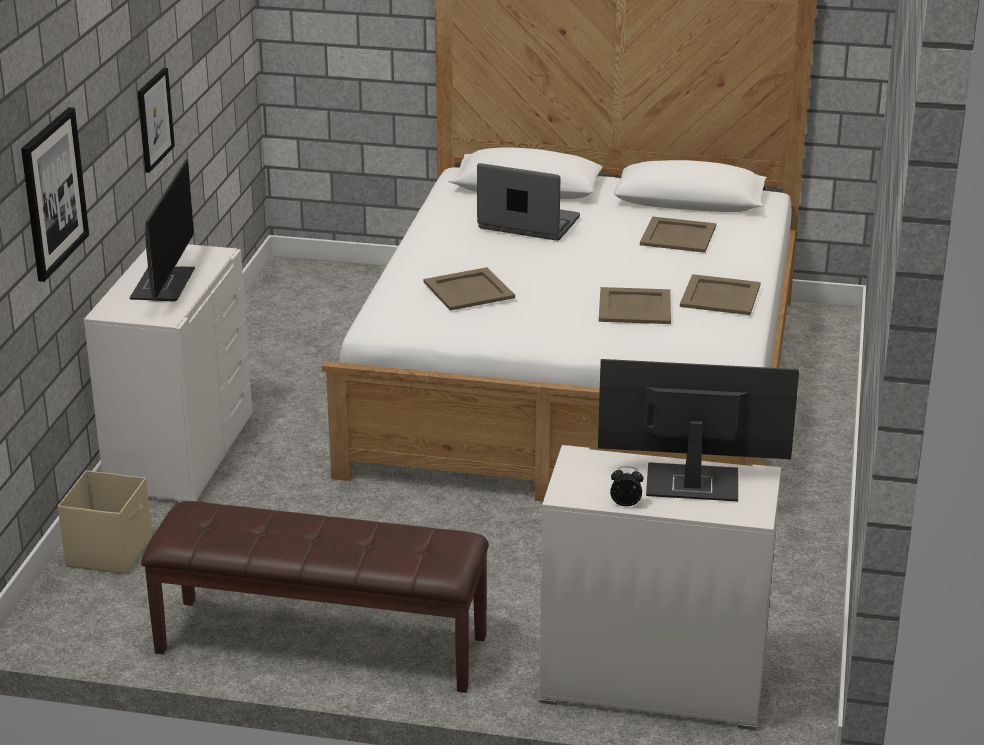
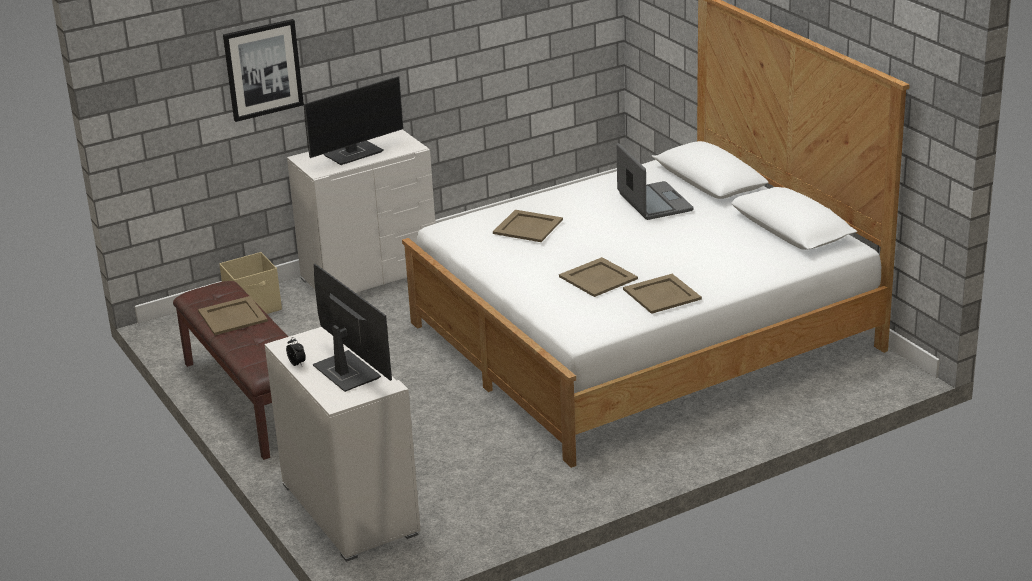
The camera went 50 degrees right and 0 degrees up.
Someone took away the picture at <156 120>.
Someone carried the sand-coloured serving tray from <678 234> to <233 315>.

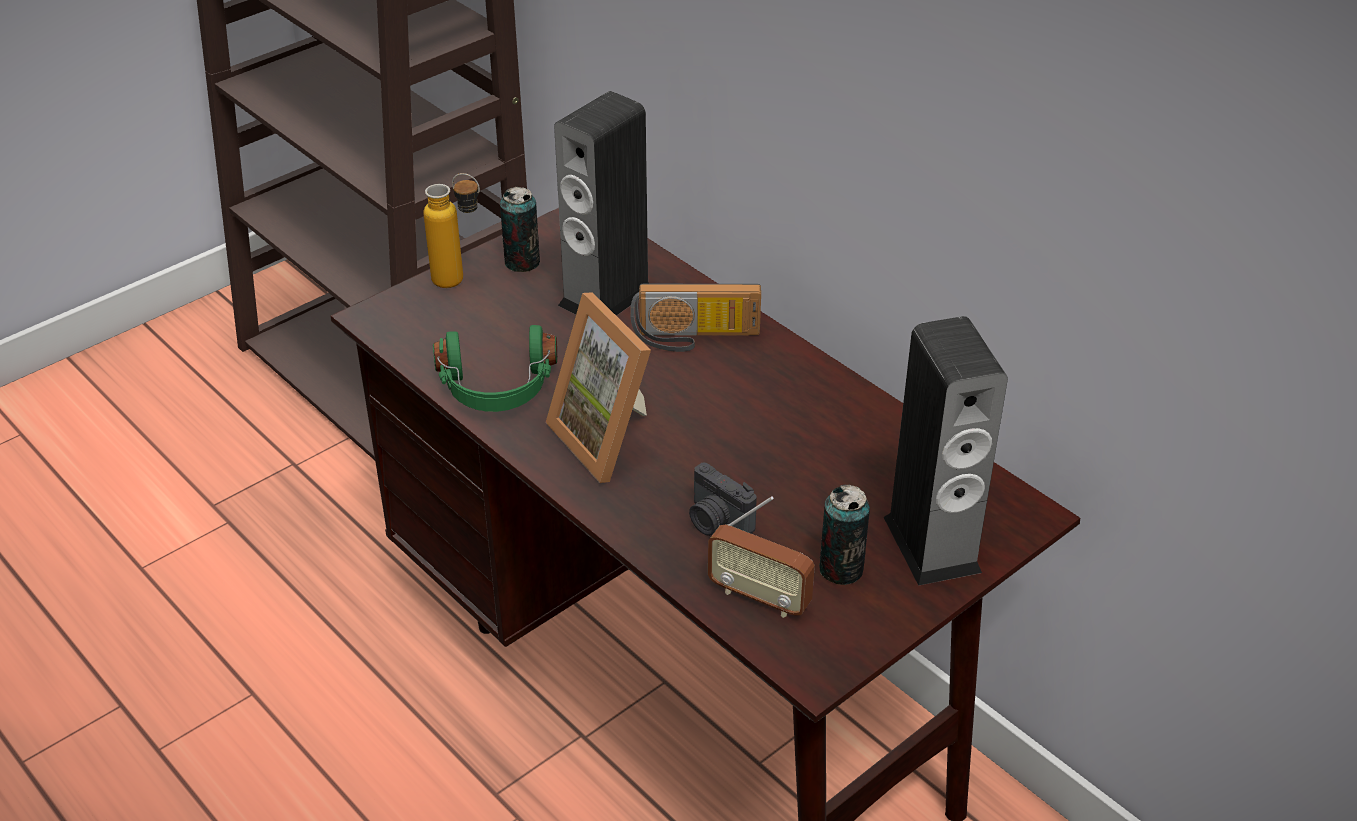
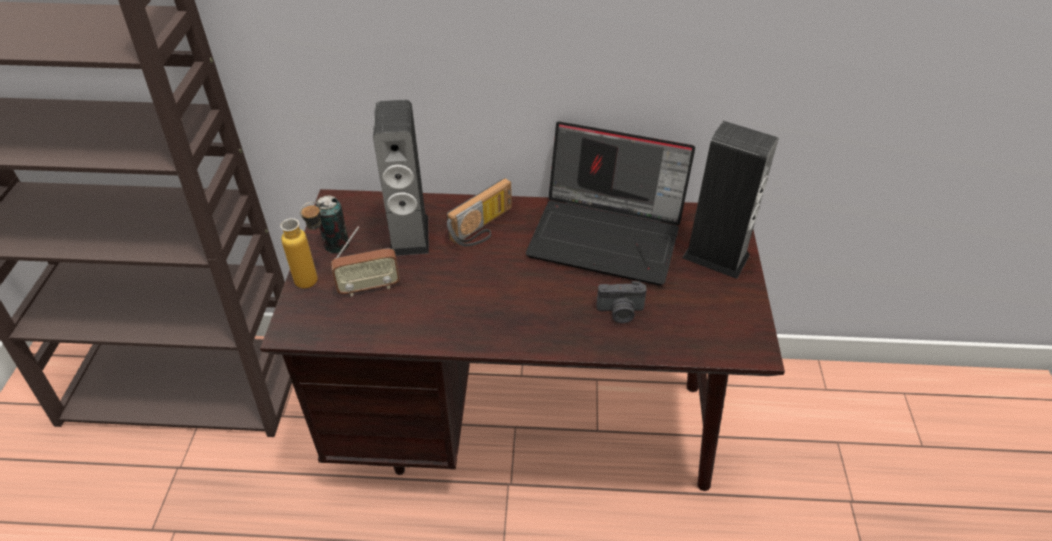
The camera went 45 degrees left and 5 degrees up.
Someone took away the green pair of headphones at <495 368>.
Someone took away the standing frame at <598 387>.
Someone took away the sealed can at <844 534>.
Someone put down the laptop at <610 204>.
Someone carried the radio set from <761 557> to <365 261>.

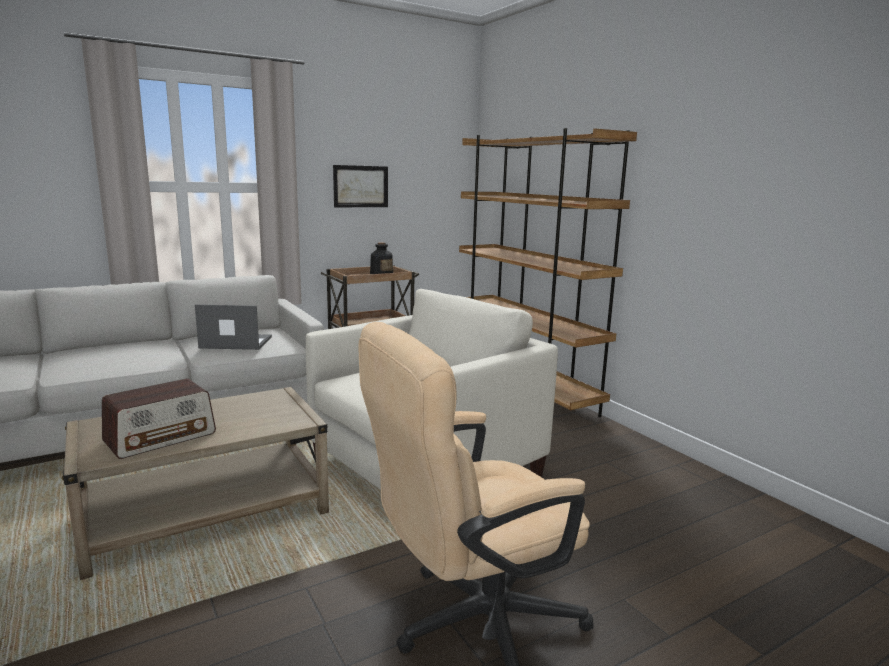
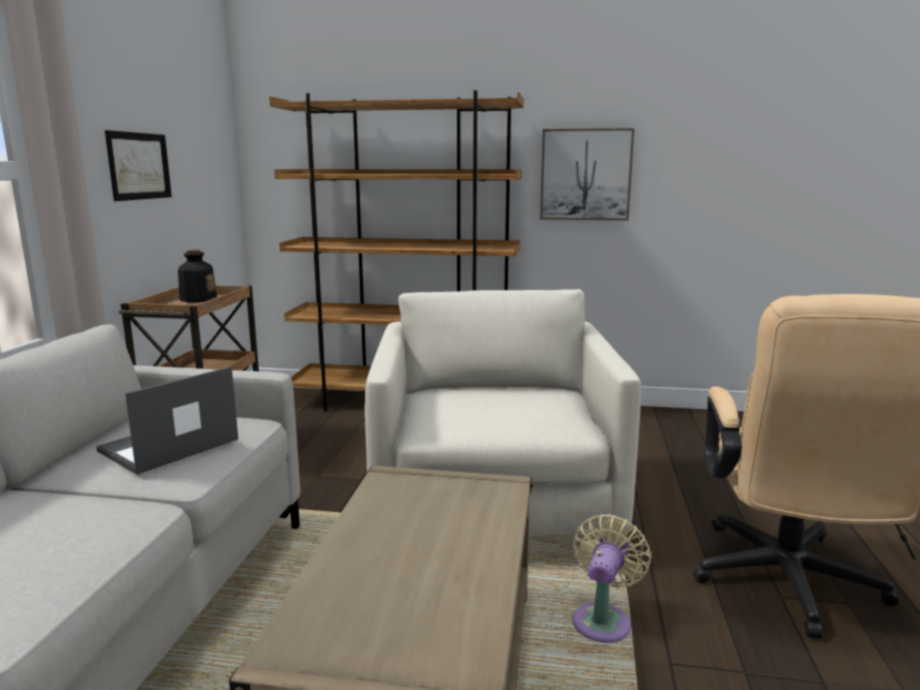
The camera went 50 degrees left and 0 degrees up.
Someone took away the radio set at <159 419>.
Someone put up the picture at <587 174>.
Someone put down the sand-coloured cooling fan at <612 578>.

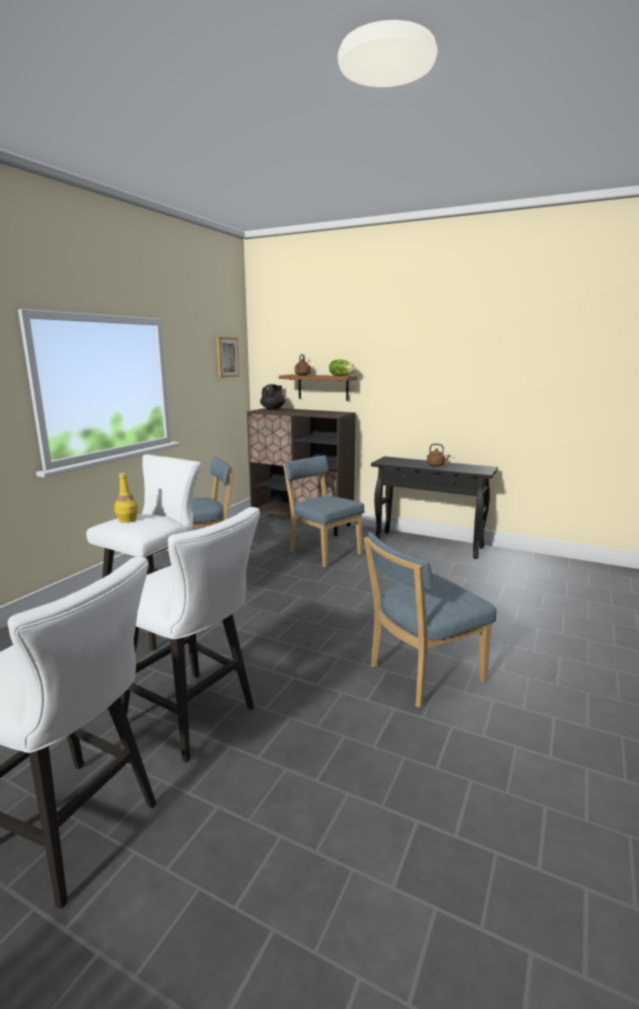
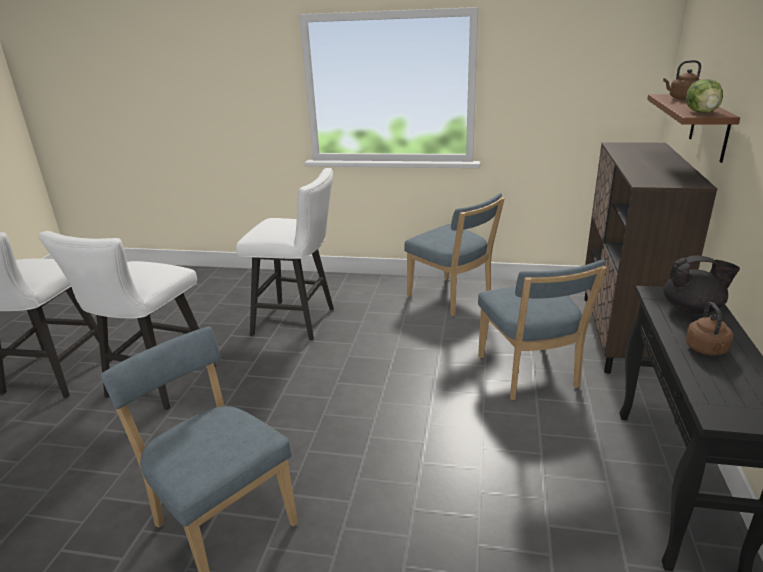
The camera went 75 degrees right and 10 degrees up.
Someone took away the yellowish bottle at <126 498>.
Someone took away the picture at <227 357>.
Someone carried the black-coloured tea pot from <272 396> to <702 284>.
Someone rotated the blue plain chair at <323 511> by 135 degrees clockwise.

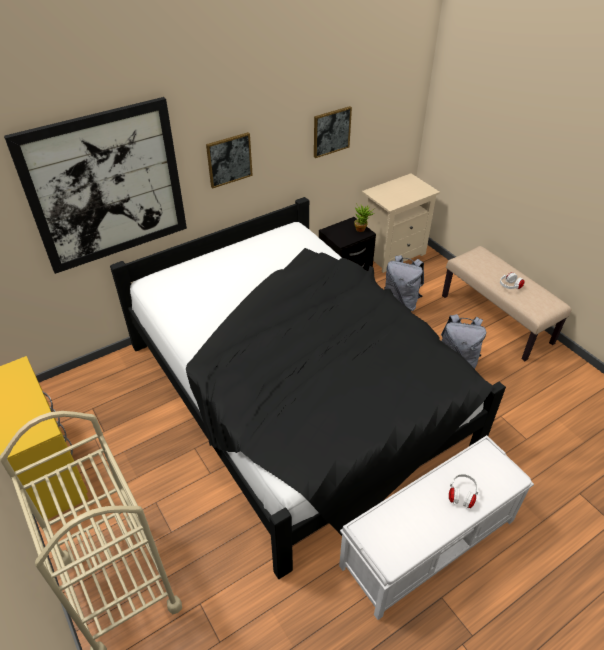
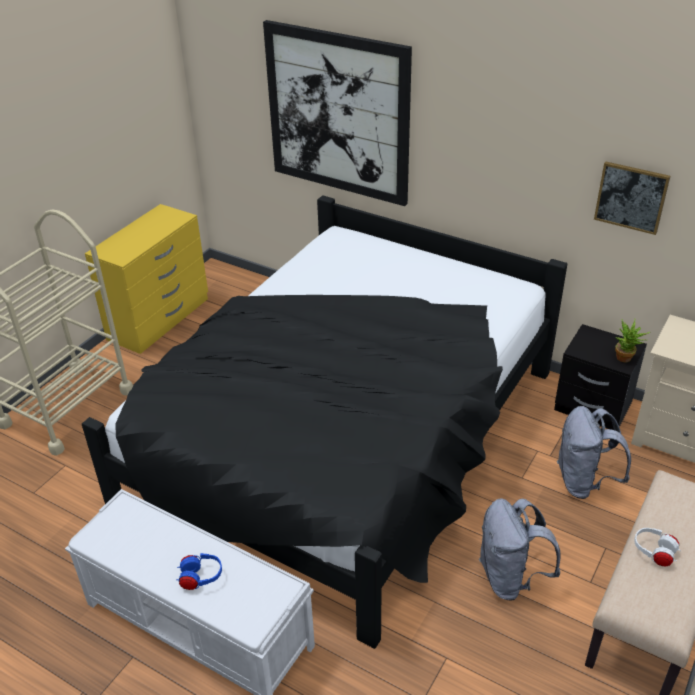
The camera went 65 degrees right and 5 degrees down.
Someone took away the picture at <229 160>.
Someone repainted the white-coloured pair of headphones at <464 491>, which became the blue pair of headphones at <199 571>.

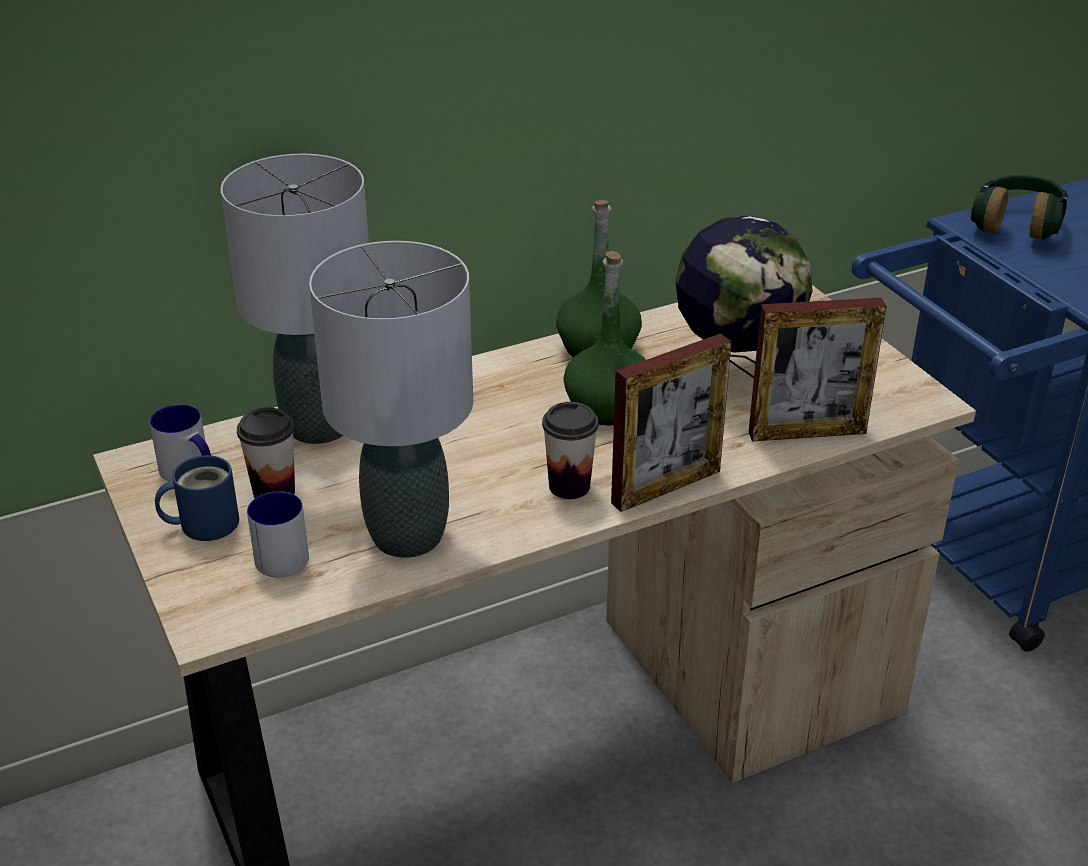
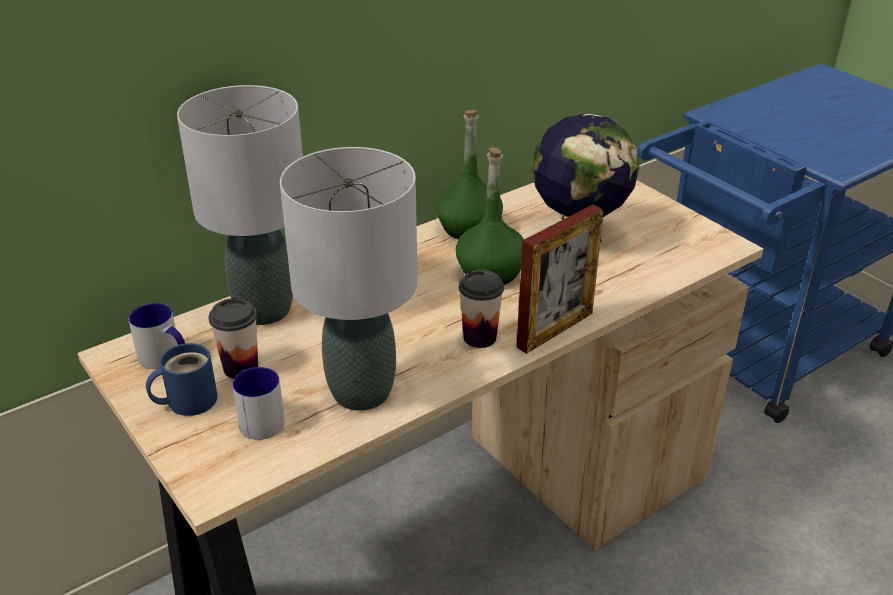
The camera went 10 degrees left and 0 degrees up.
Someone took away the standing frame at <817 369>.
Someone took away the pair of headphones at <1019 207>.

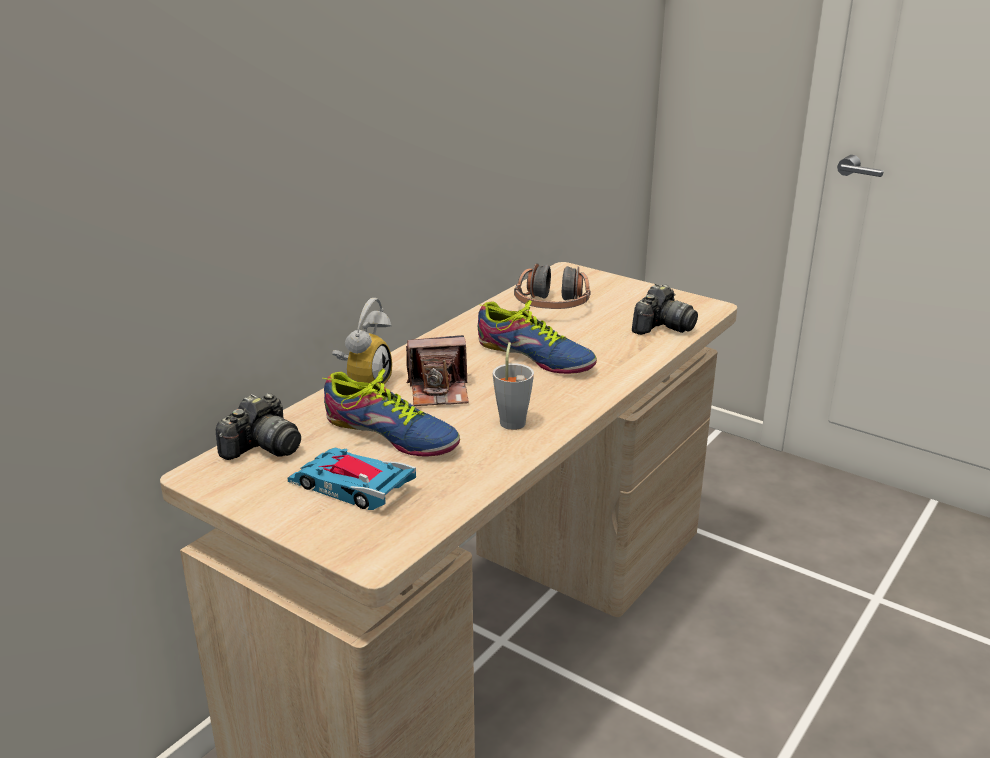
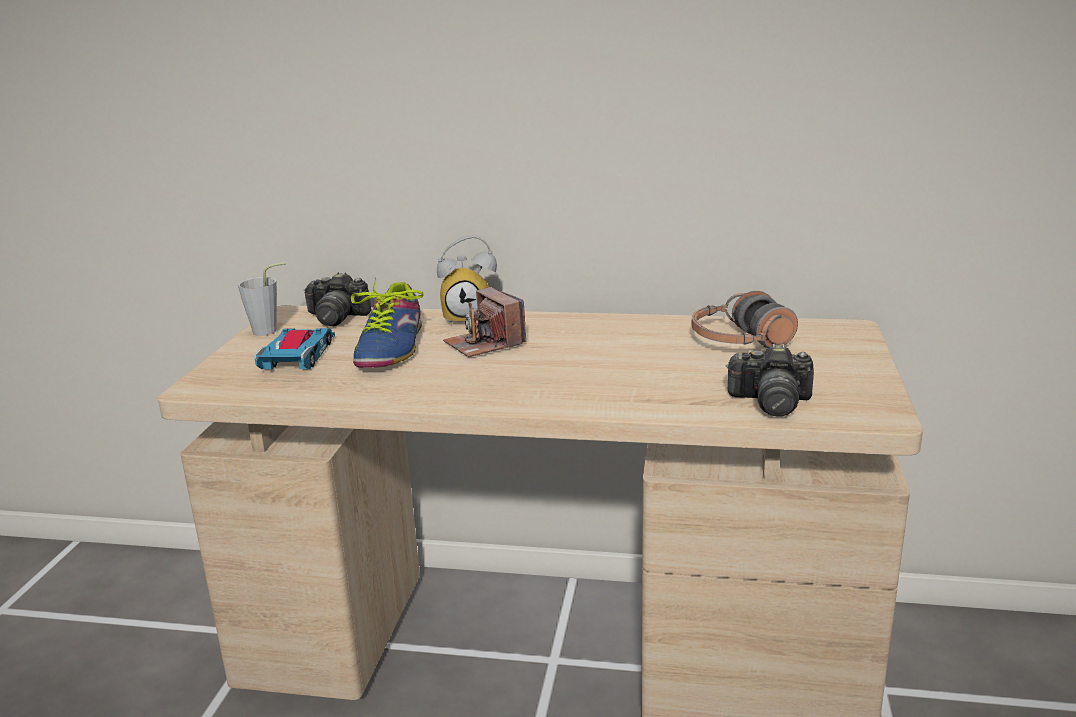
The camera went 65 degrees right and 5 degrees down.
Someone took away the shoe at <537 337>.
Someone carried the gray small cup from <513 386> to <262 299>.

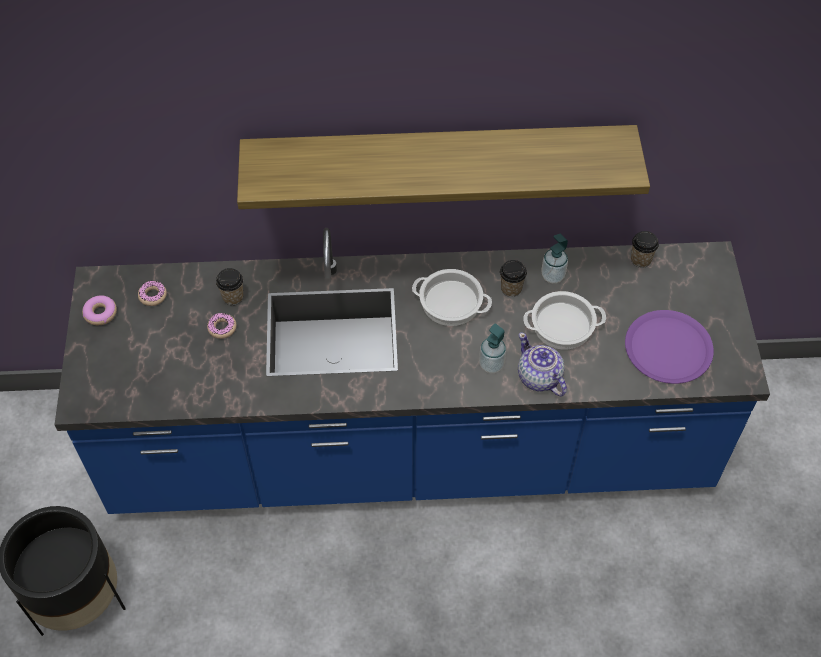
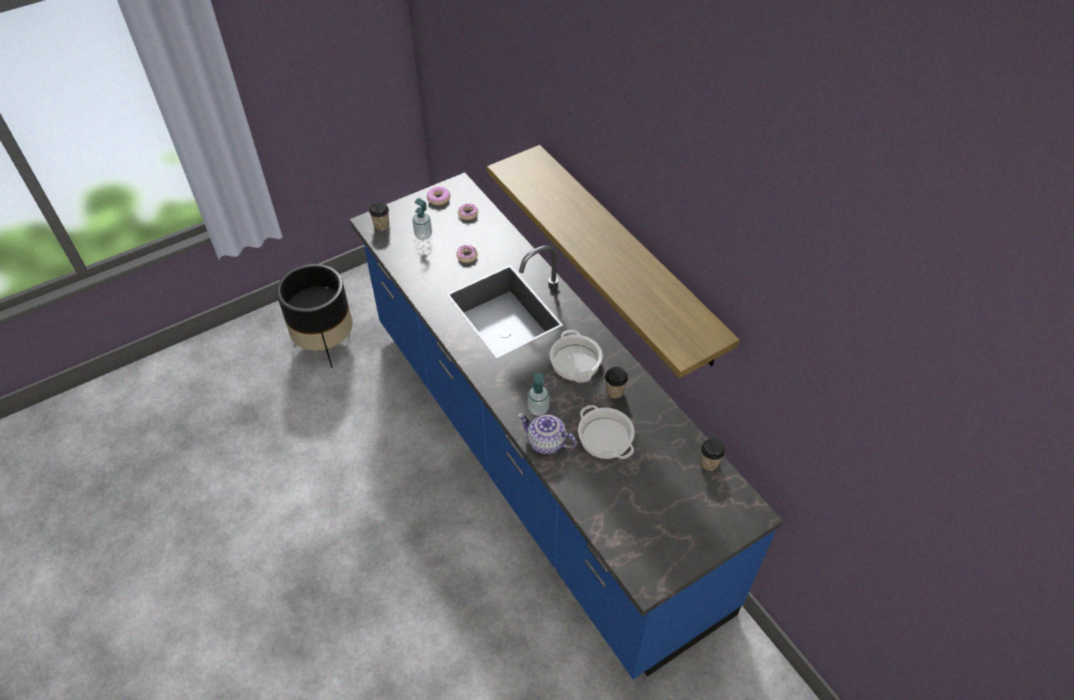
The camera went 60 degrees right and 5 degrees down.
Someone took away the purple dinner plate at <669 347>.
Someone carried the small cup from <229 286> to <379 216>.
Someone carried the liquid soap bottle from <554 258> to <422 219>.
Someone rotated the tea pot at <542 364> by 90 degrees counterclockwise.

